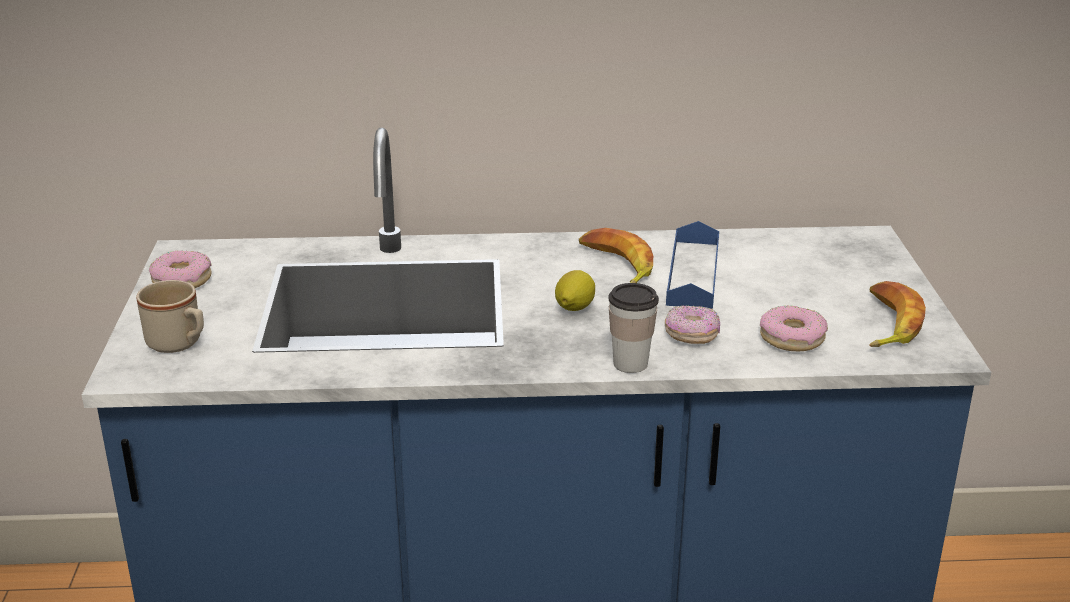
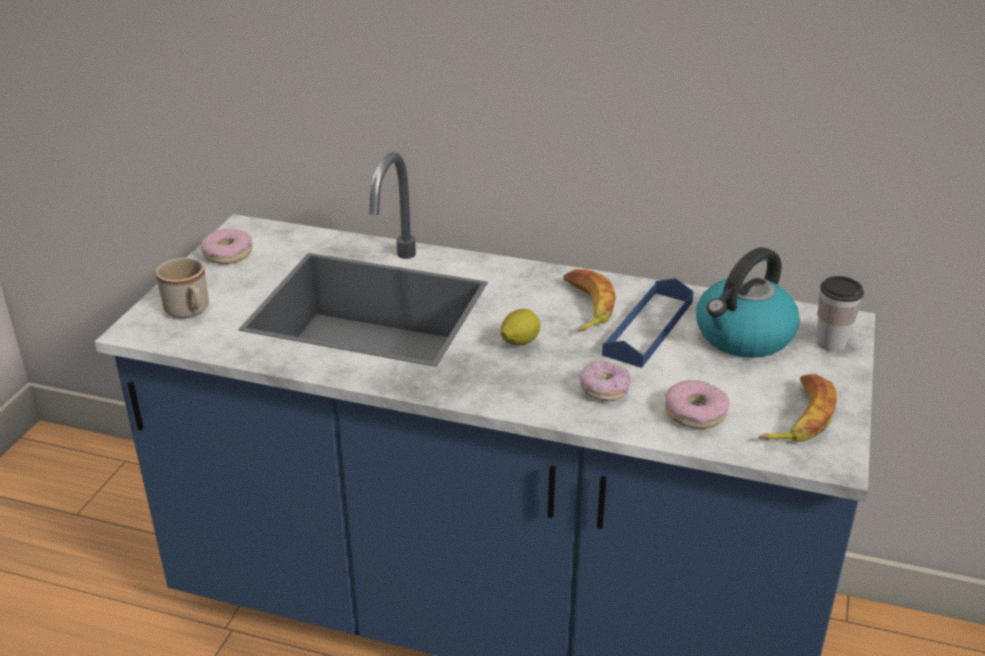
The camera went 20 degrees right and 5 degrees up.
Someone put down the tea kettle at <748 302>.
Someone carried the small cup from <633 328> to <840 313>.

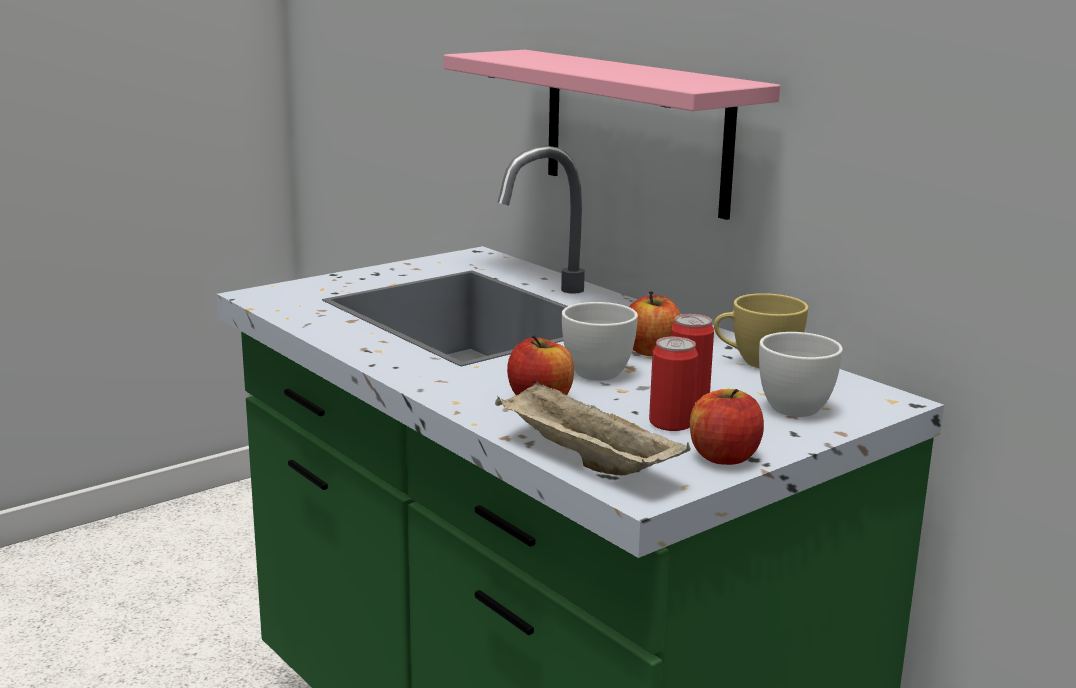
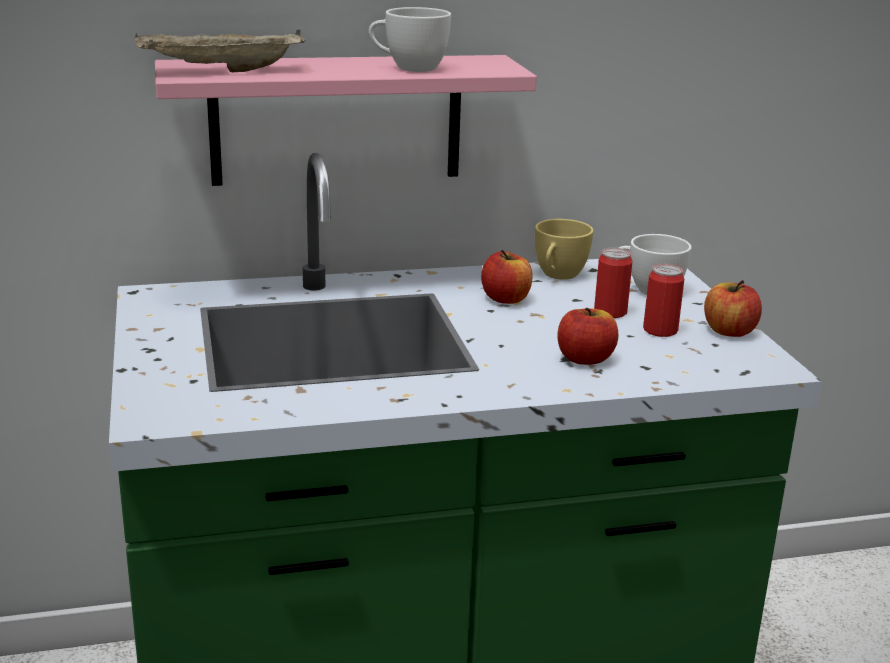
The camera went 65 degrees left and 5 degrees up.
Someone carried the sand-coloured serving tray from <593 427> to <220 51>.
Someone carried the white-coloured small cup from <600 341> to <410 39>.

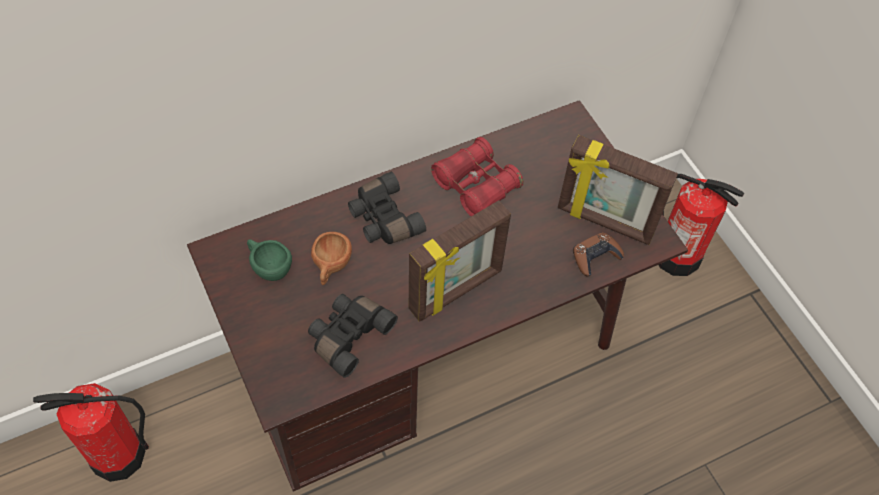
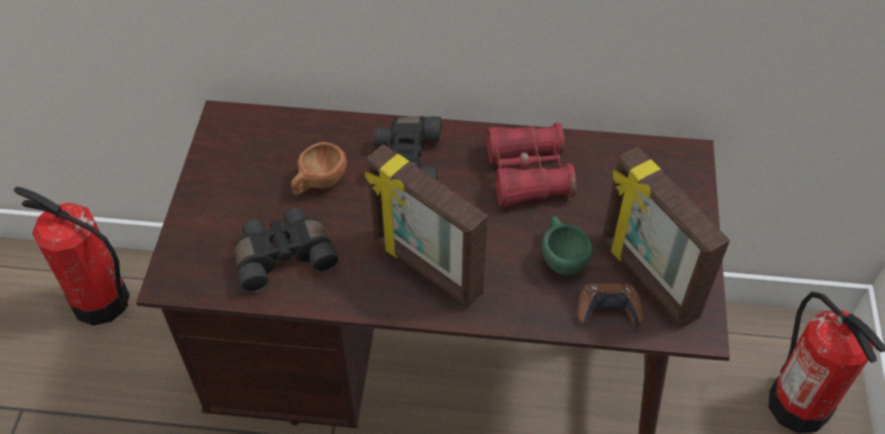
The camera went 35 degrees right and 5 degrees down.
Someone carried the green small cup from <269 260> to <567 245>.
Someone rotated the standing frame at <460 261> by 45 degrees clockwise.

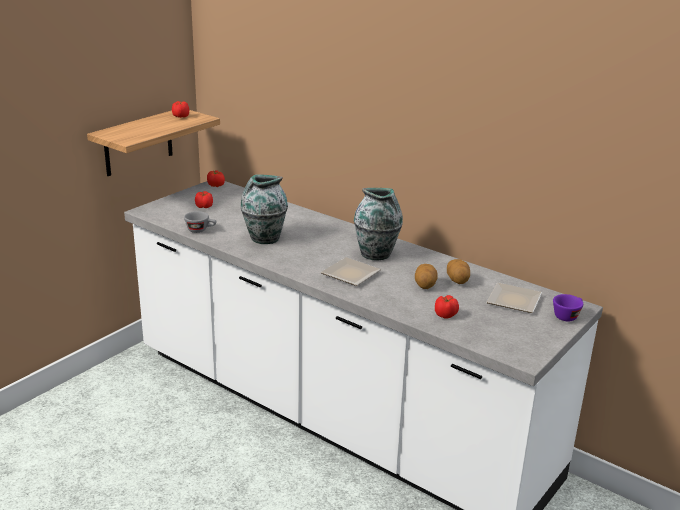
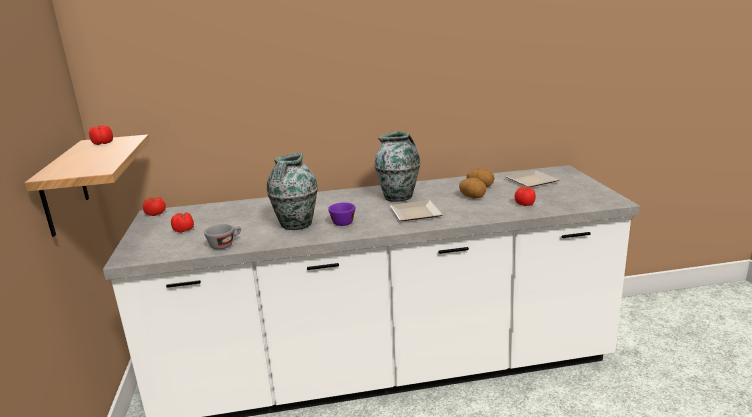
The camera went 45 degrees left and 5 degrees down.
Someone carried the purple small cup from <568 307> to <342 214>.

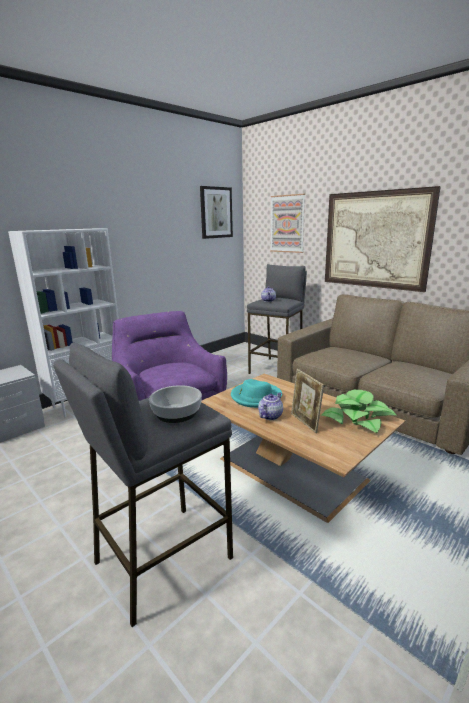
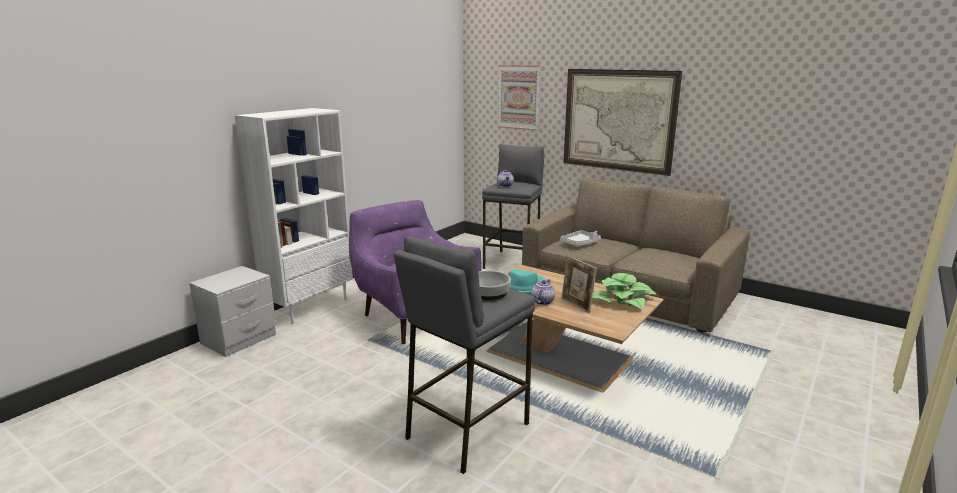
The camera went 10 degrees left and 0 degrees up.
Someone took away the picture at <216 212>.
Someone put down the gray serving tray at <580 238>.

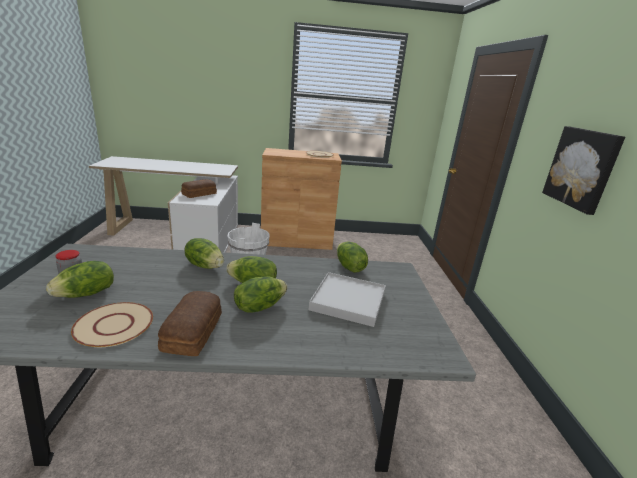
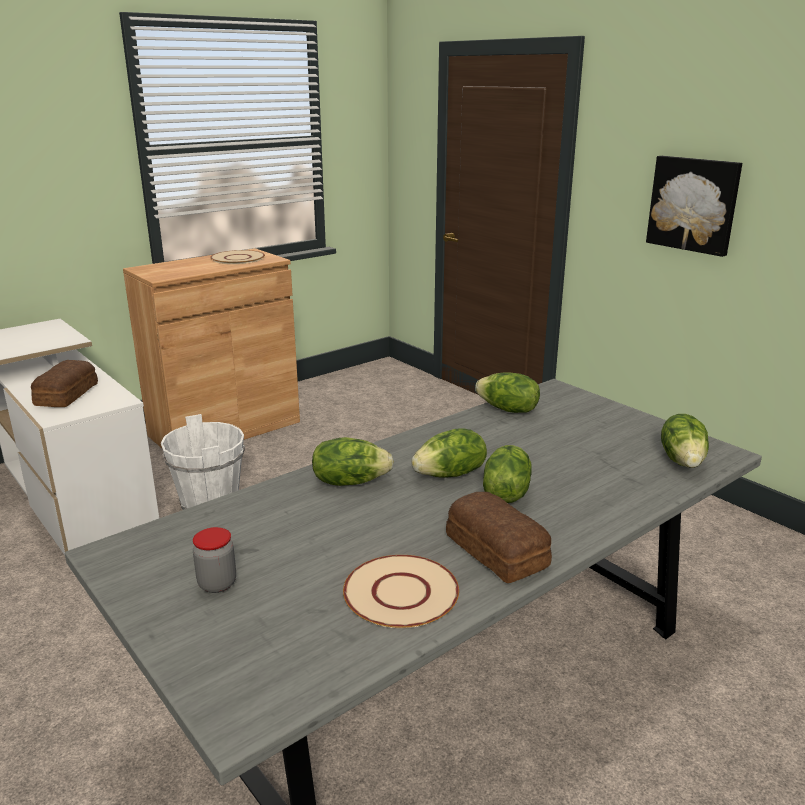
The camera went 35 degrees left and 0 degrees up.
Someone took away the white-coloured serving tray at <347 299>.
Someone carried the lettuce from <80 279> to <685 441>.

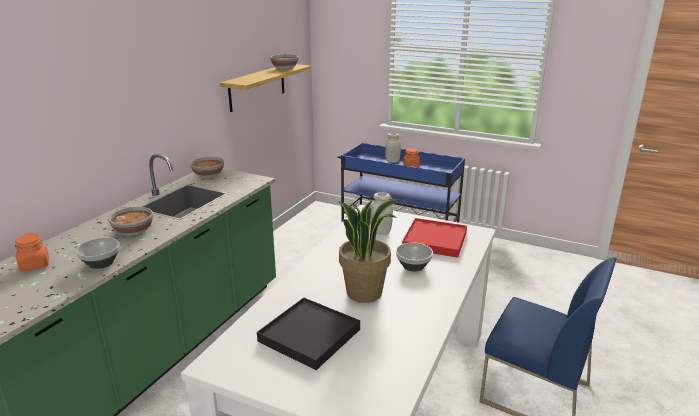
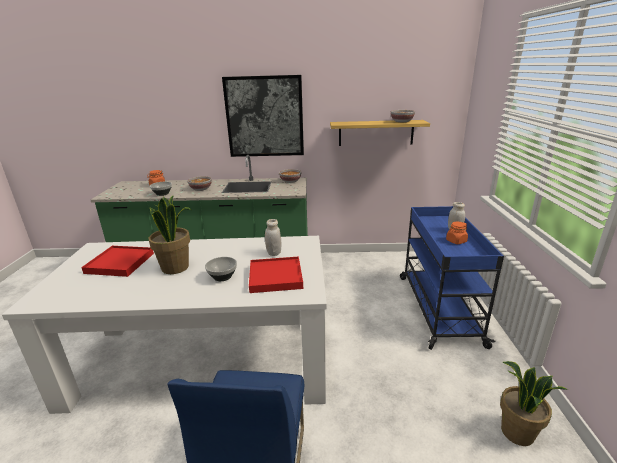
The camera went 65 degrees right and 0 degrees up.
Someone put up the picture at <263 116>.
Someone put down the houseplant at <534 403>.
Someone repainted the black-coloured serving tray at <308 333>, which became the reddish serving tray at <117 261>.

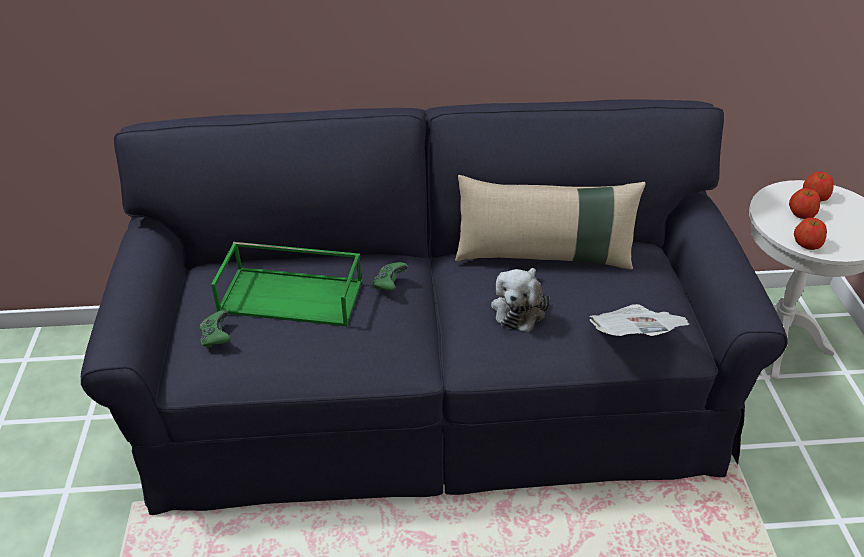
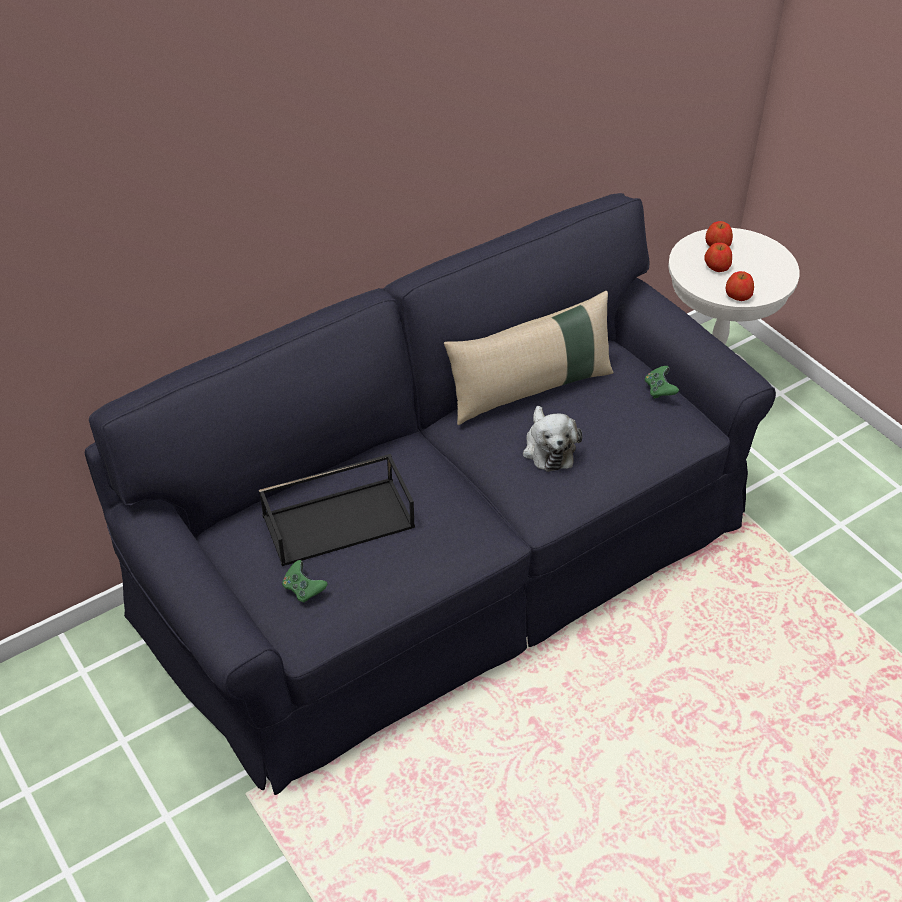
The camera went 30 degrees left and 5 degrees up.
Someone took away the printed paper at <639 320>.
Someone carried the green gamepad from <390 276> to <662 382>.
Someone repainted the green serving tray at <286 284>, which became the black-coloured serving tray at <337 510>.

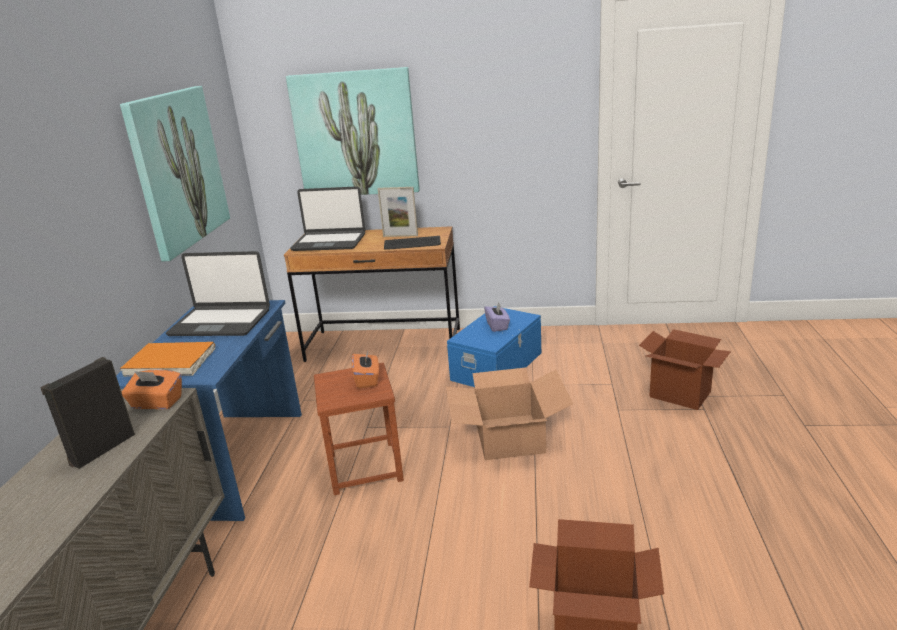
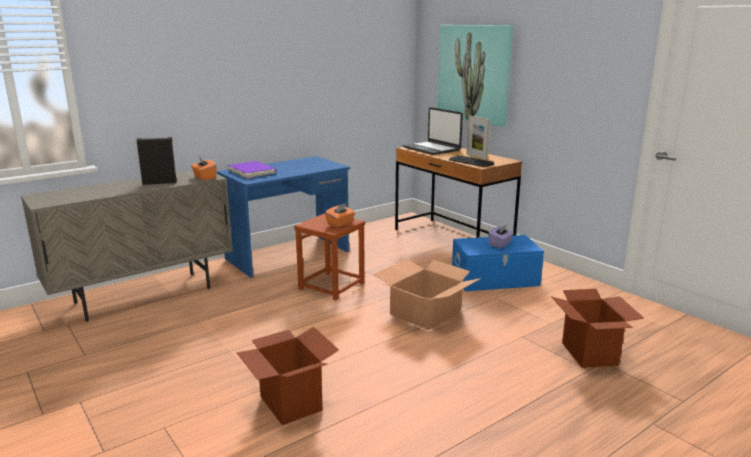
The camera went 45 degrees right and 5 degrees down.
Someone took away the picture at <175 173>.
Someone took away the laptop at <218 293>.
Someone repainted the orangey volume at <167 359>, which became the purple volume at <252 170>.

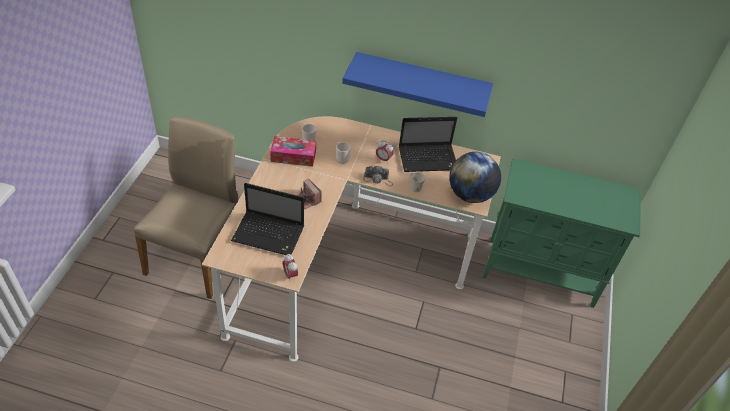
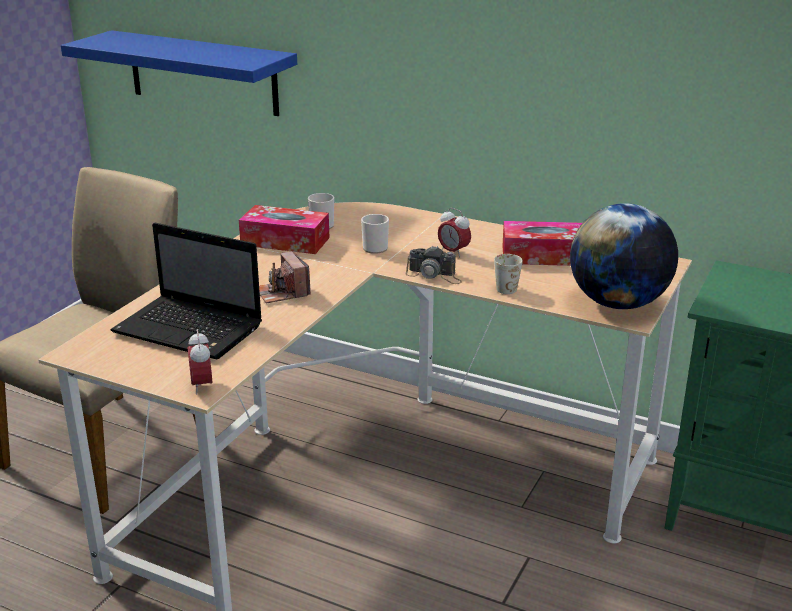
The camera went 15 degrees right and 20 degrees down.
Someone carried the blue wall shelf from <417 84> to <179 73>.
Someone swapped the laptop at <428 144> for the box of tissues at <542 243>.

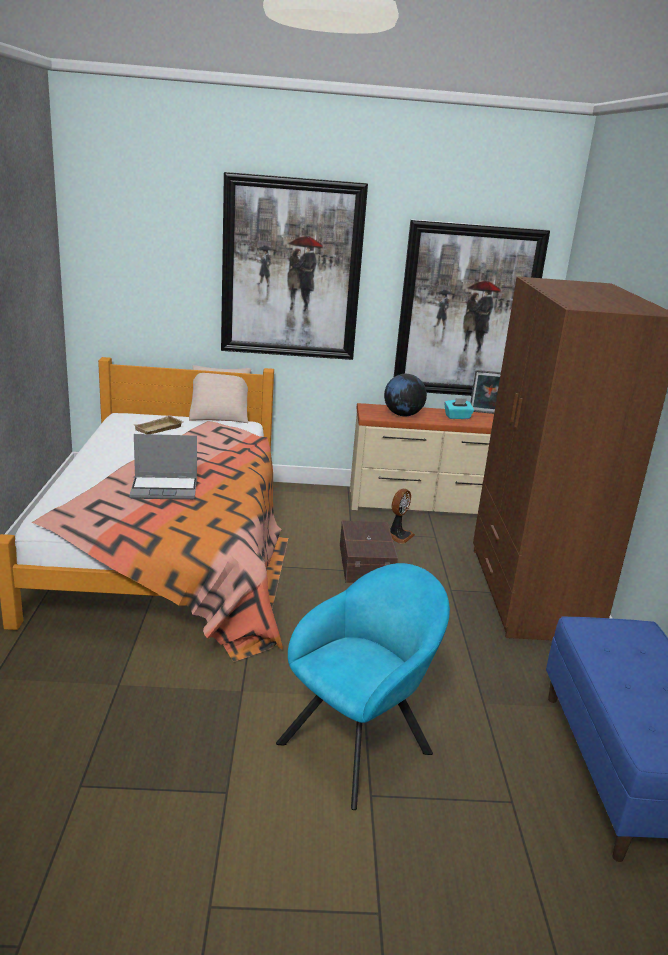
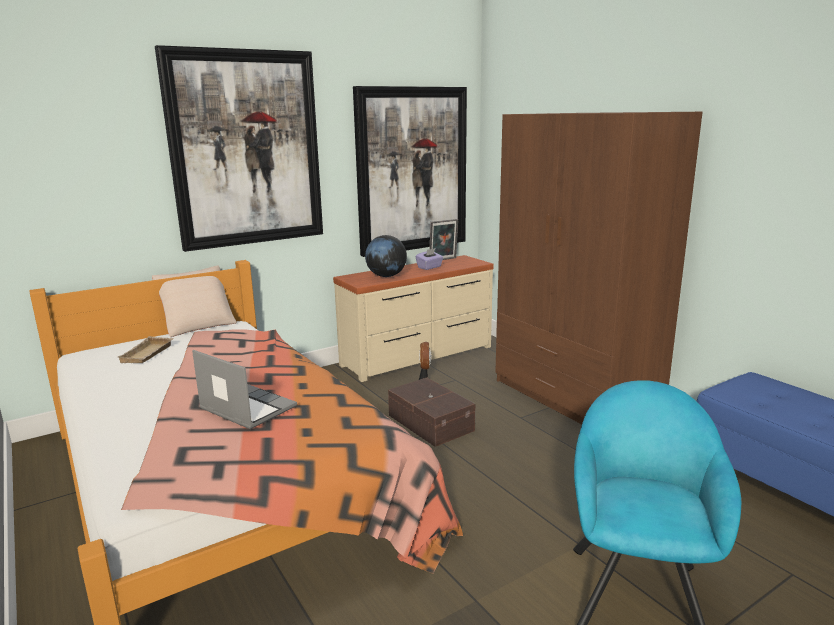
The camera went 30 degrees left and 5 degrees down.
Someone repainted the turquoise-coloured box of tissues at <459 408>, which became the purple box of tissues at <429 259>.
Someone rotated the laptop at <163 467> by 105 degrees counterclockwise.

